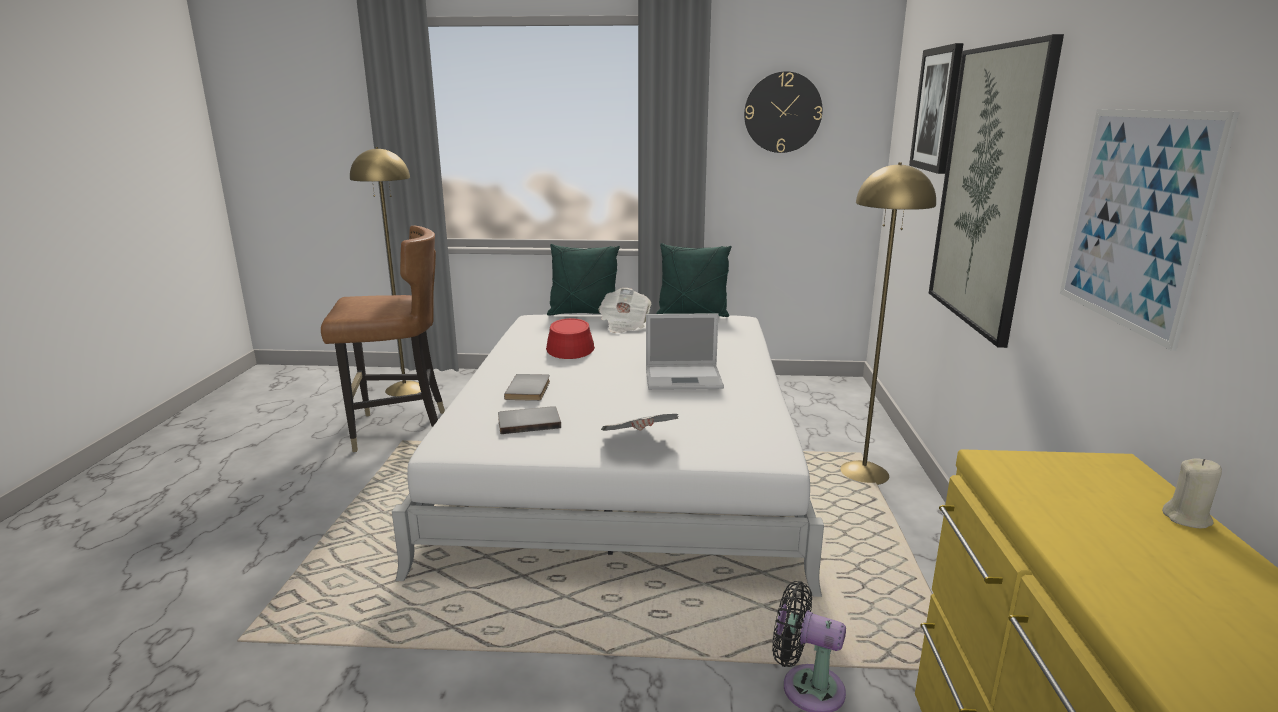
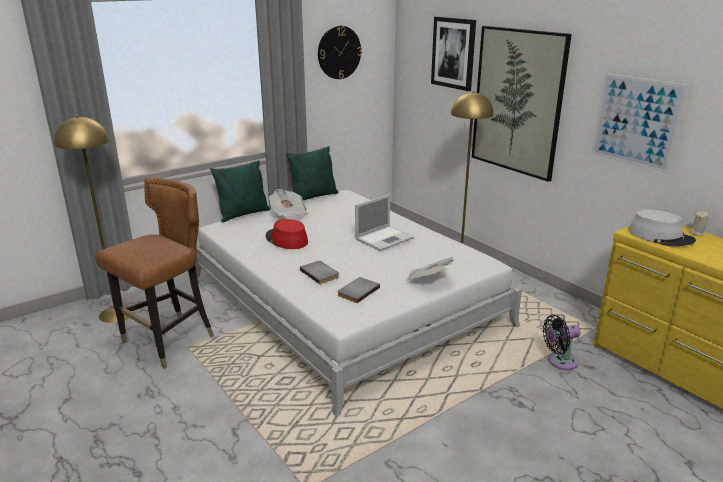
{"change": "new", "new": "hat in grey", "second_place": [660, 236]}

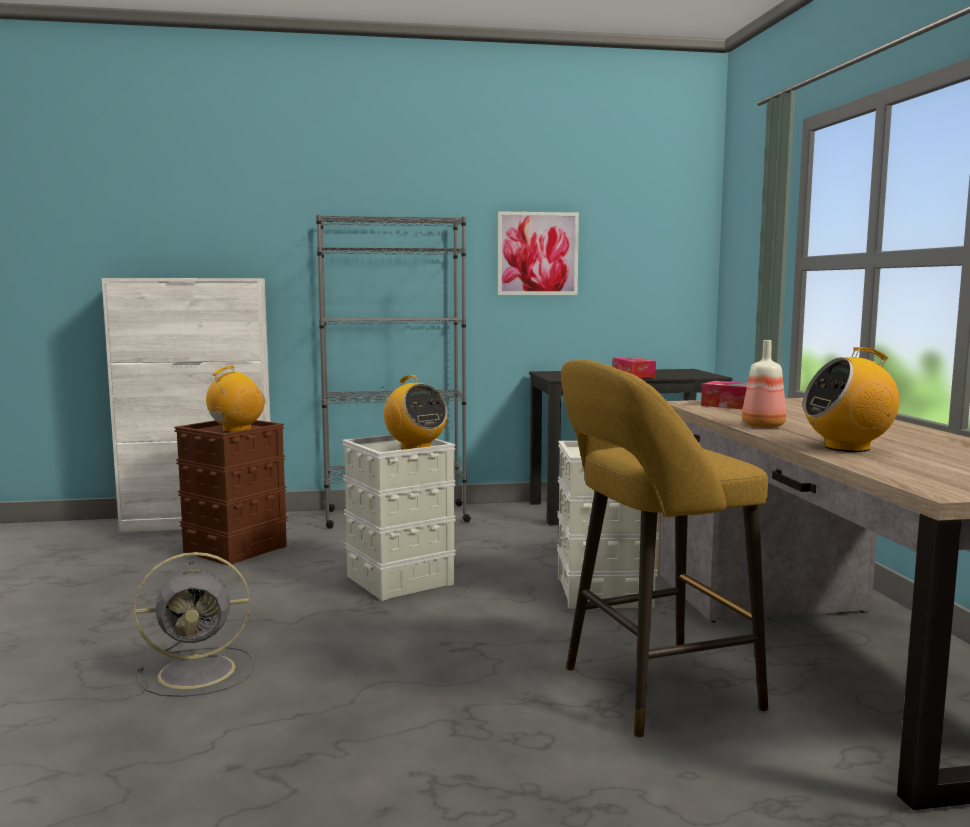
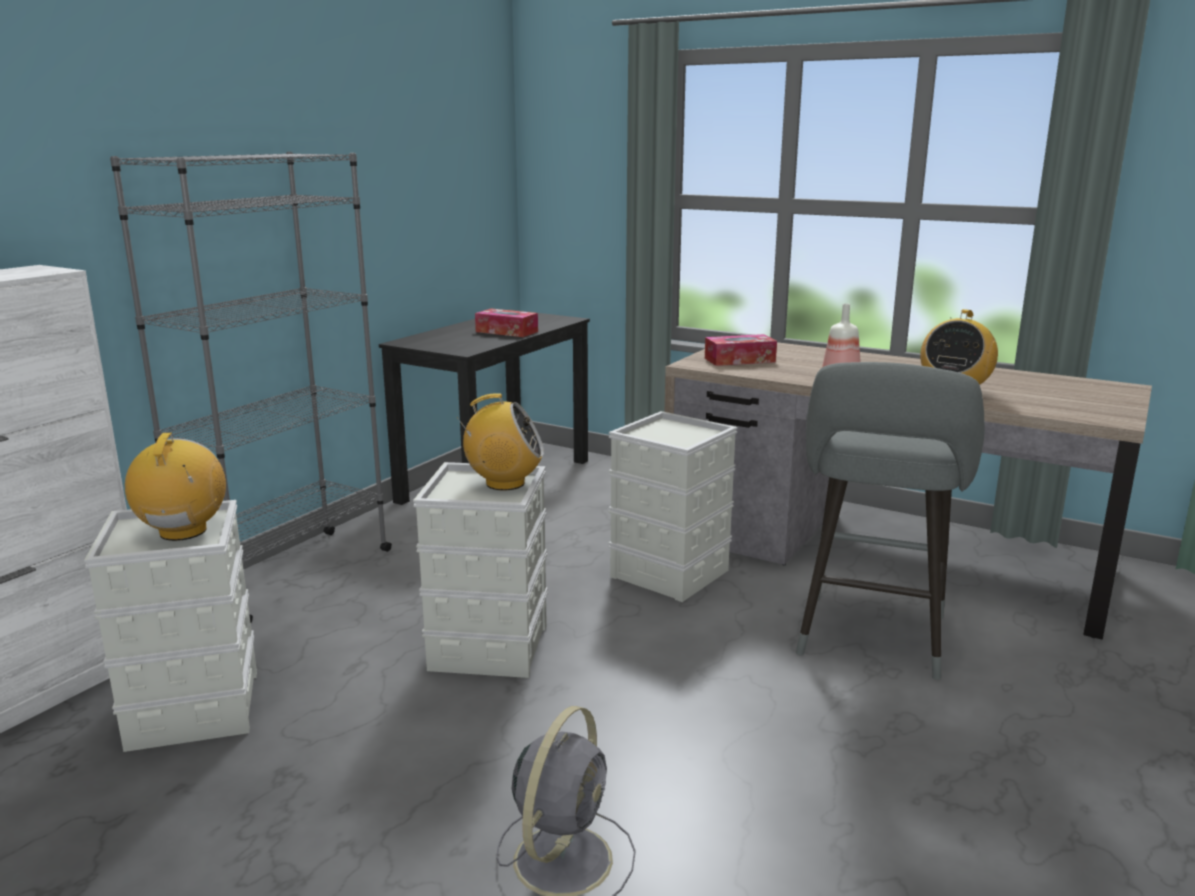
{"change": "gone", "old": "picture", "first_place": [537, 253]}
{"change": "repainted", "old": "stool in yellow", "new": "stool in grey", "first_place": [650, 690], "second_place": [870, 640]}
{"change": "repainted", "old": "storage box in brown", "new": "storage box in grey", "first_place": [235, 549], "second_place": [193, 708]}

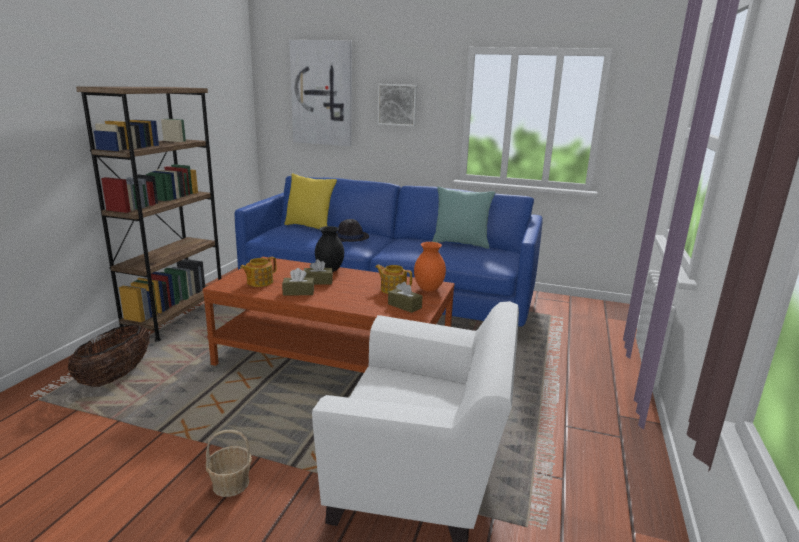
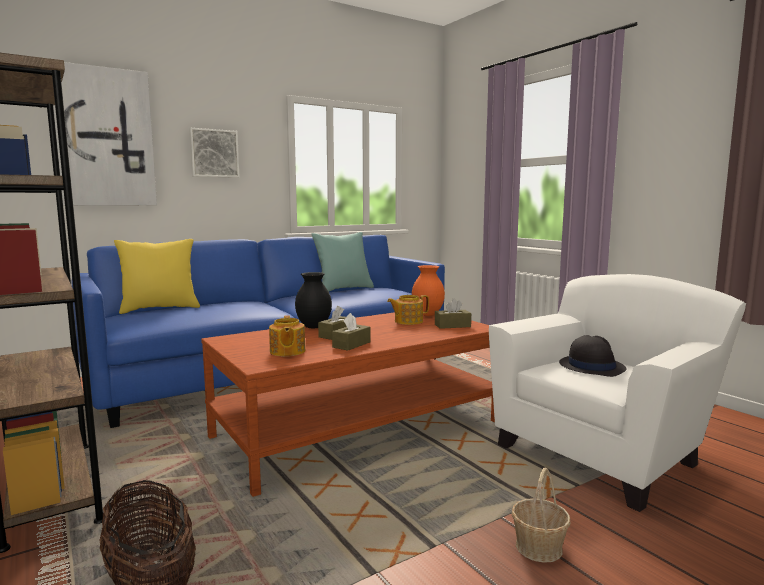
{"change": "shifted", "old": "hat in black", "first_place": [351, 237], "second_place": [591, 366]}

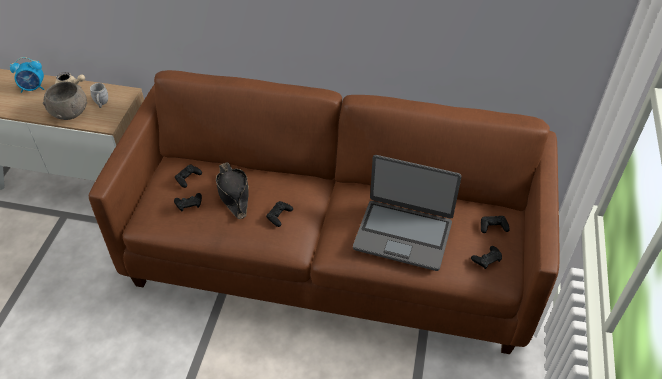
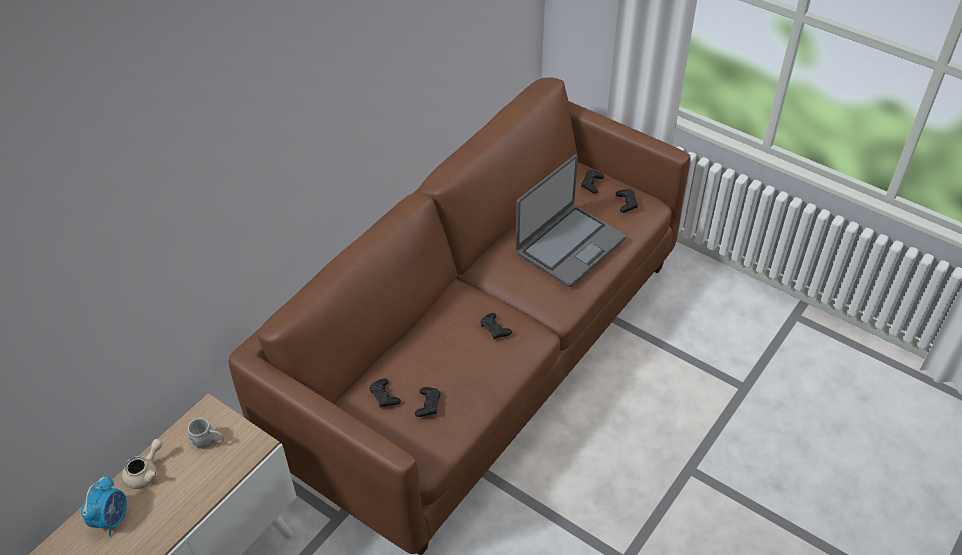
{"change": "gone", "old": "bowl in grey", "first_place": [70, 112]}
{"change": "gone", "old": "hat in black", "first_place": [233, 194]}

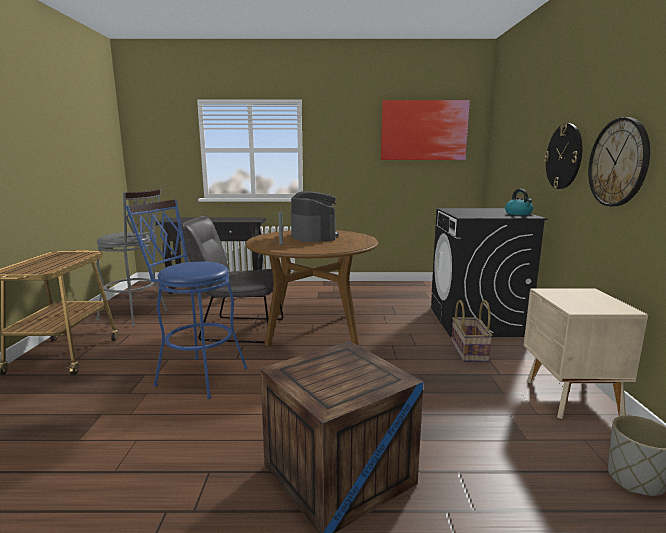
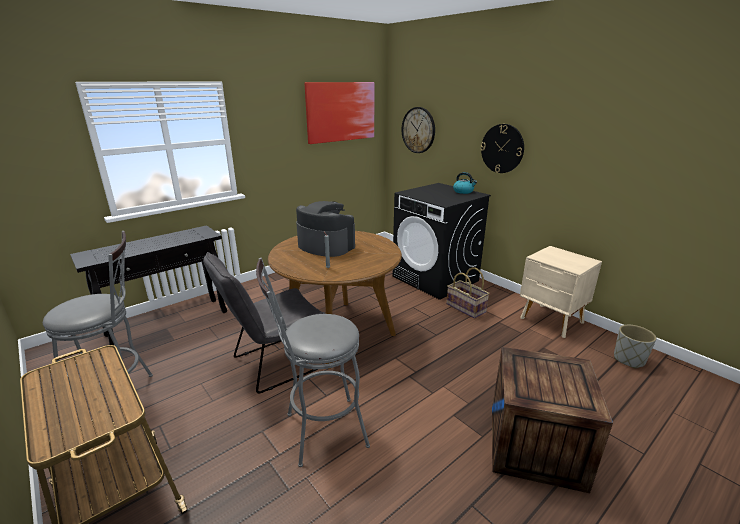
{"change": "shifted", "old": "wall clock", "first_place": [618, 162], "second_place": [418, 130]}
{"change": "repainted", "old": "stool in blue", "new": "stool in grey", "first_place": [196, 374], "second_place": [318, 431]}

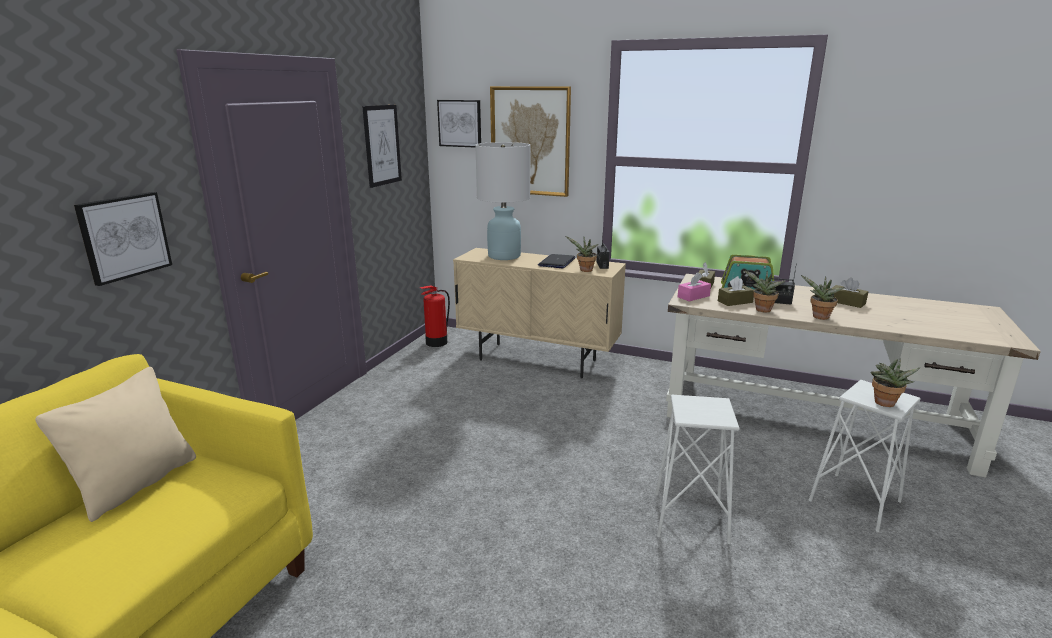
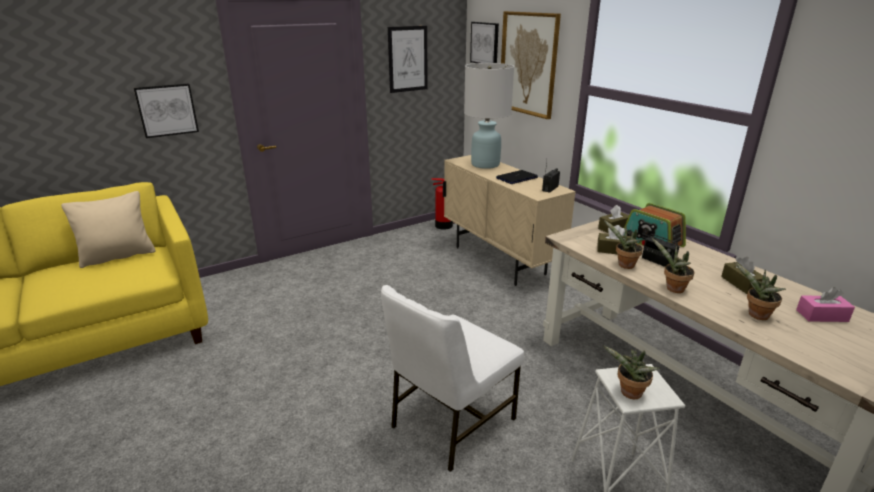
{"change": "shifted", "old": "potted plant", "first_place": [584, 270], "second_place": [755, 315]}
{"change": "shifted", "old": "tissue box in pink", "first_place": [693, 296], "second_place": [822, 316]}
{"change": "swapped", "old": "stool in white", "new": "chair in white", "first_place": [689, 517], "second_place": [450, 422]}

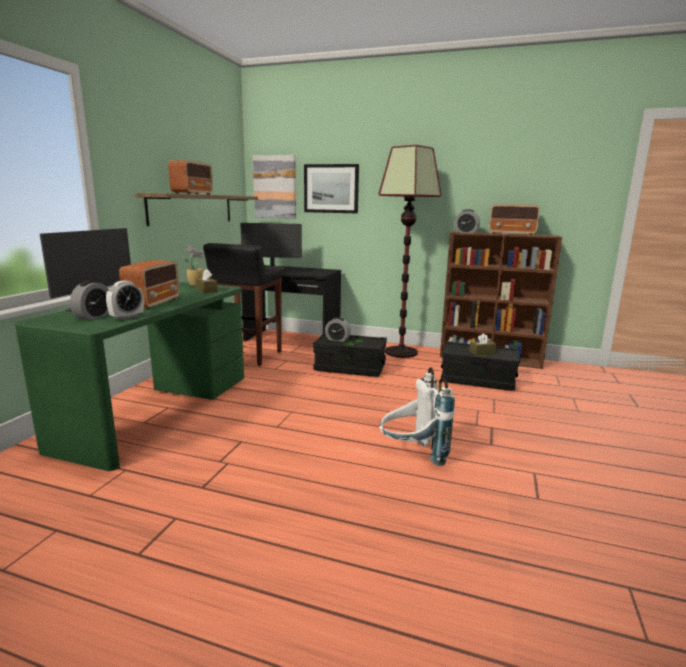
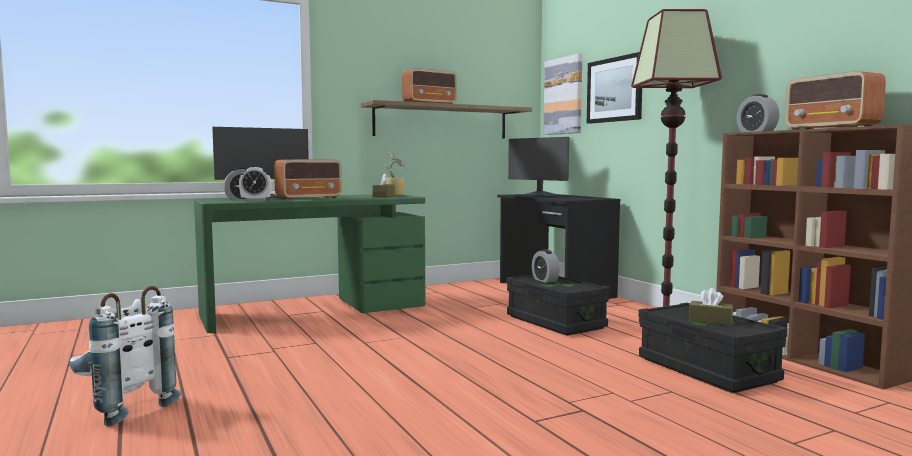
{"change": "gone", "old": "stool in black", "first_place": [248, 356]}
{"change": "shifted", "old": "backpack in white", "first_place": [412, 455], "second_place": [121, 408]}

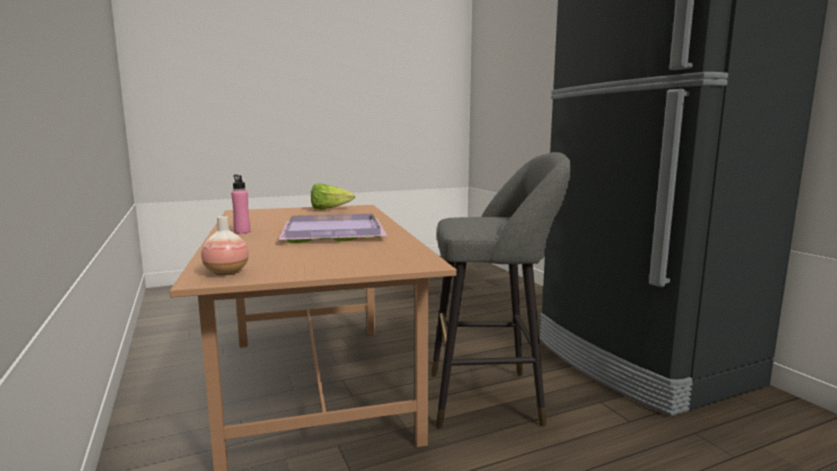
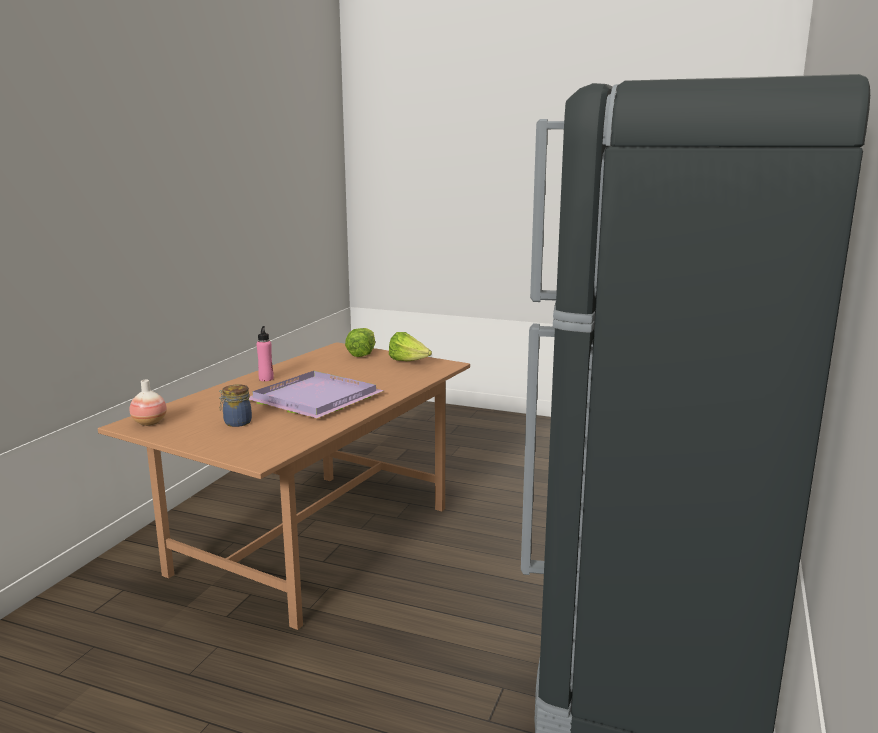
{"change": "gone", "old": "stool in grey", "first_place": [492, 397]}
{"change": "new", "new": "lettuce", "second_place": [362, 353]}
{"change": "new", "new": "jar", "second_place": [236, 422]}

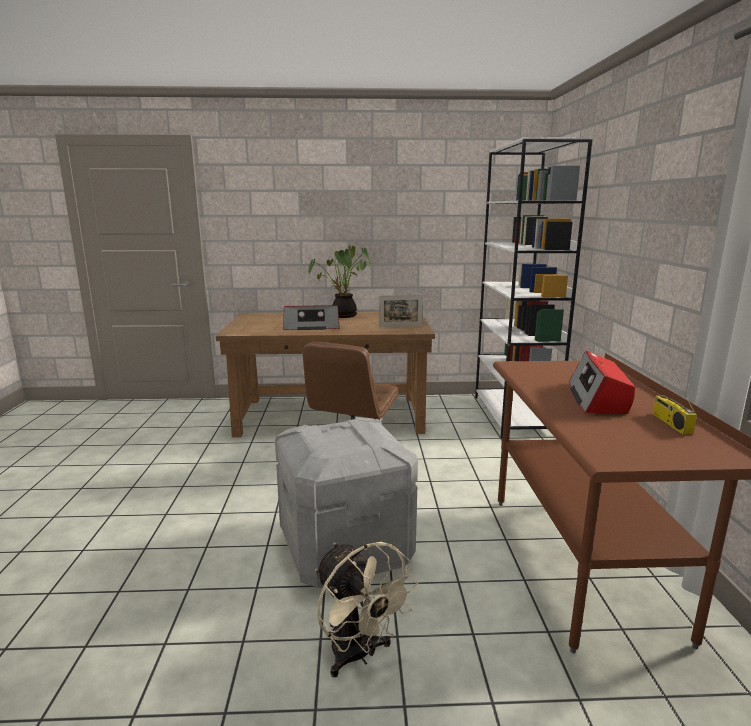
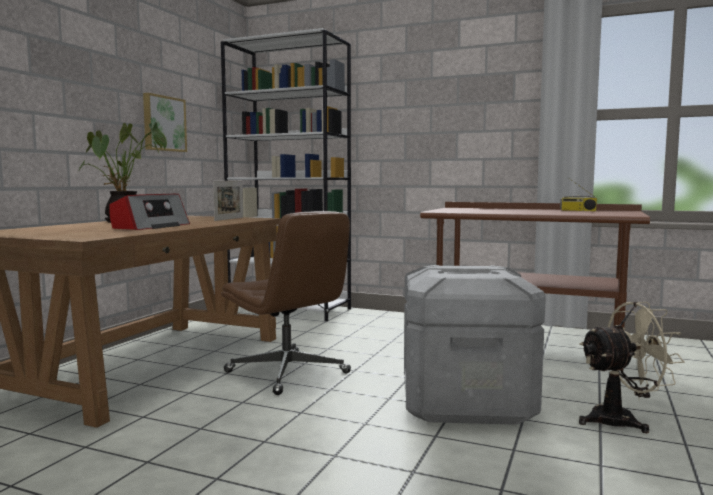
{"change": "gone", "old": "radio", "first_place": [597, 398]}
{"change": "new", "new": "picture", "second_place": [163, 123]}

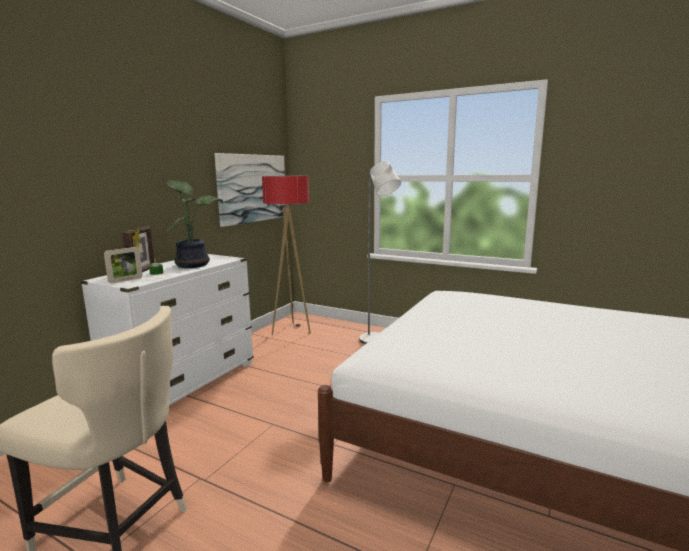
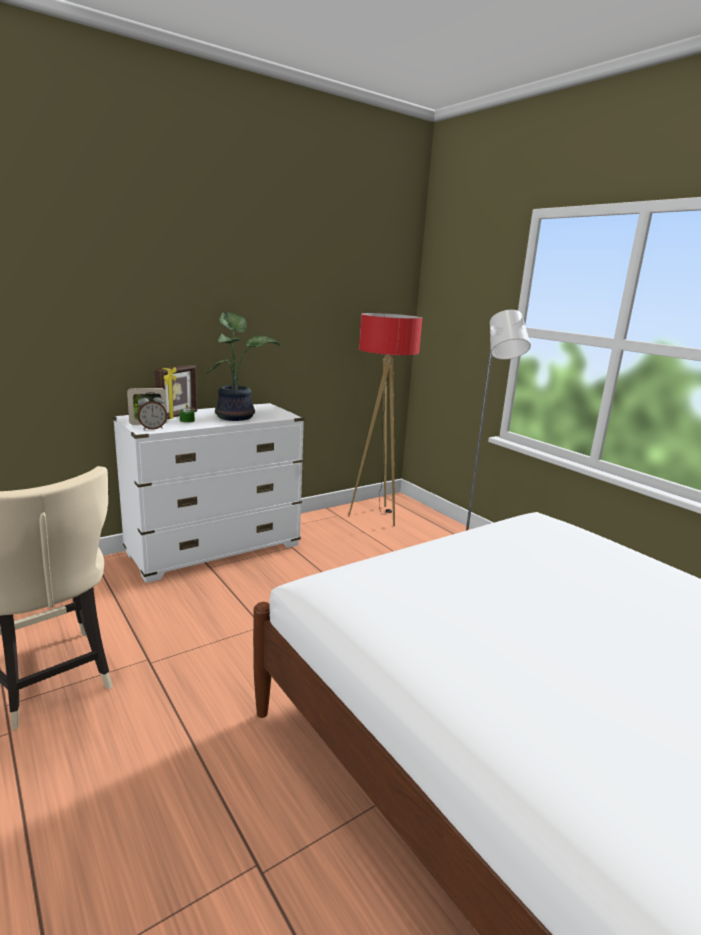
{"change": "gone", "old": "picture", "first_place": [252, 188]}
{"change": "new", "new": "alarm clock", "second_place": [152, 428]}

